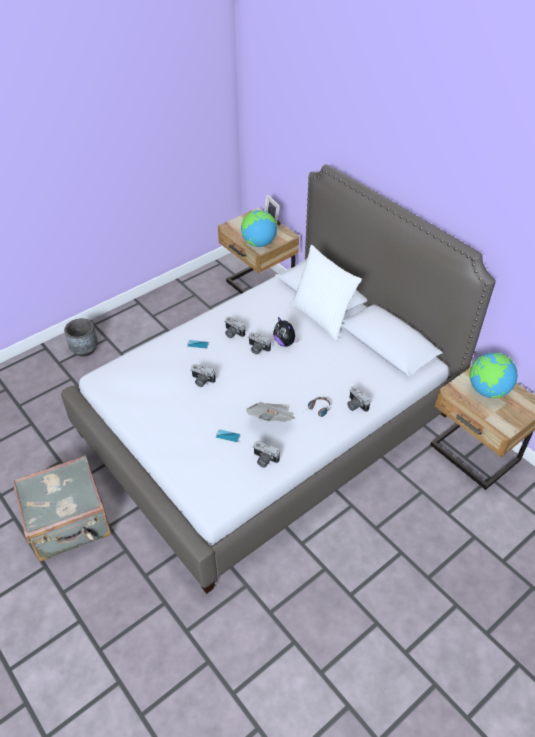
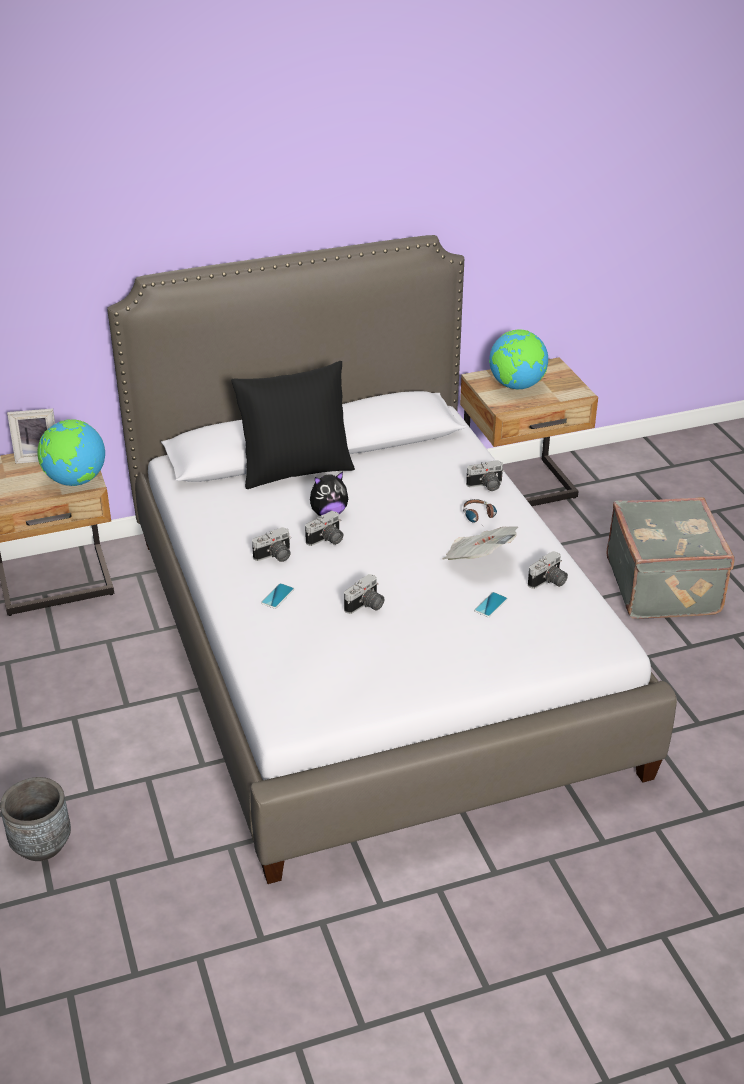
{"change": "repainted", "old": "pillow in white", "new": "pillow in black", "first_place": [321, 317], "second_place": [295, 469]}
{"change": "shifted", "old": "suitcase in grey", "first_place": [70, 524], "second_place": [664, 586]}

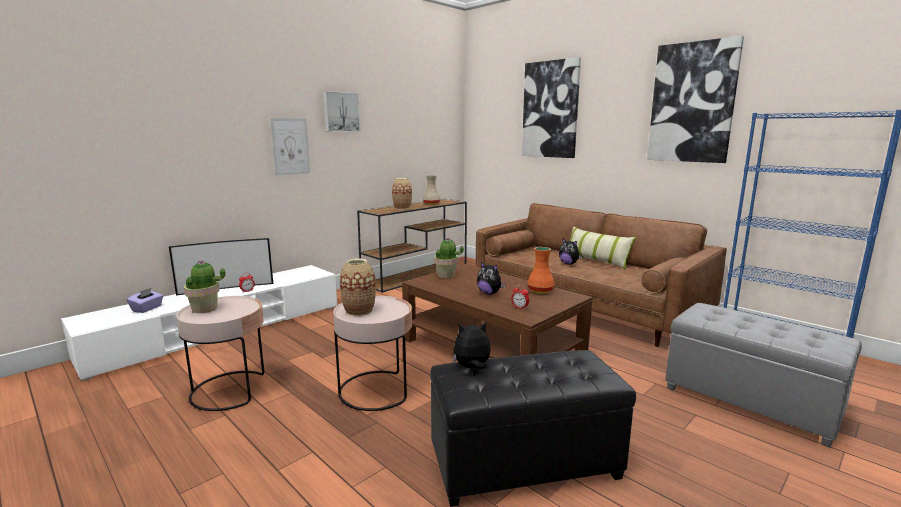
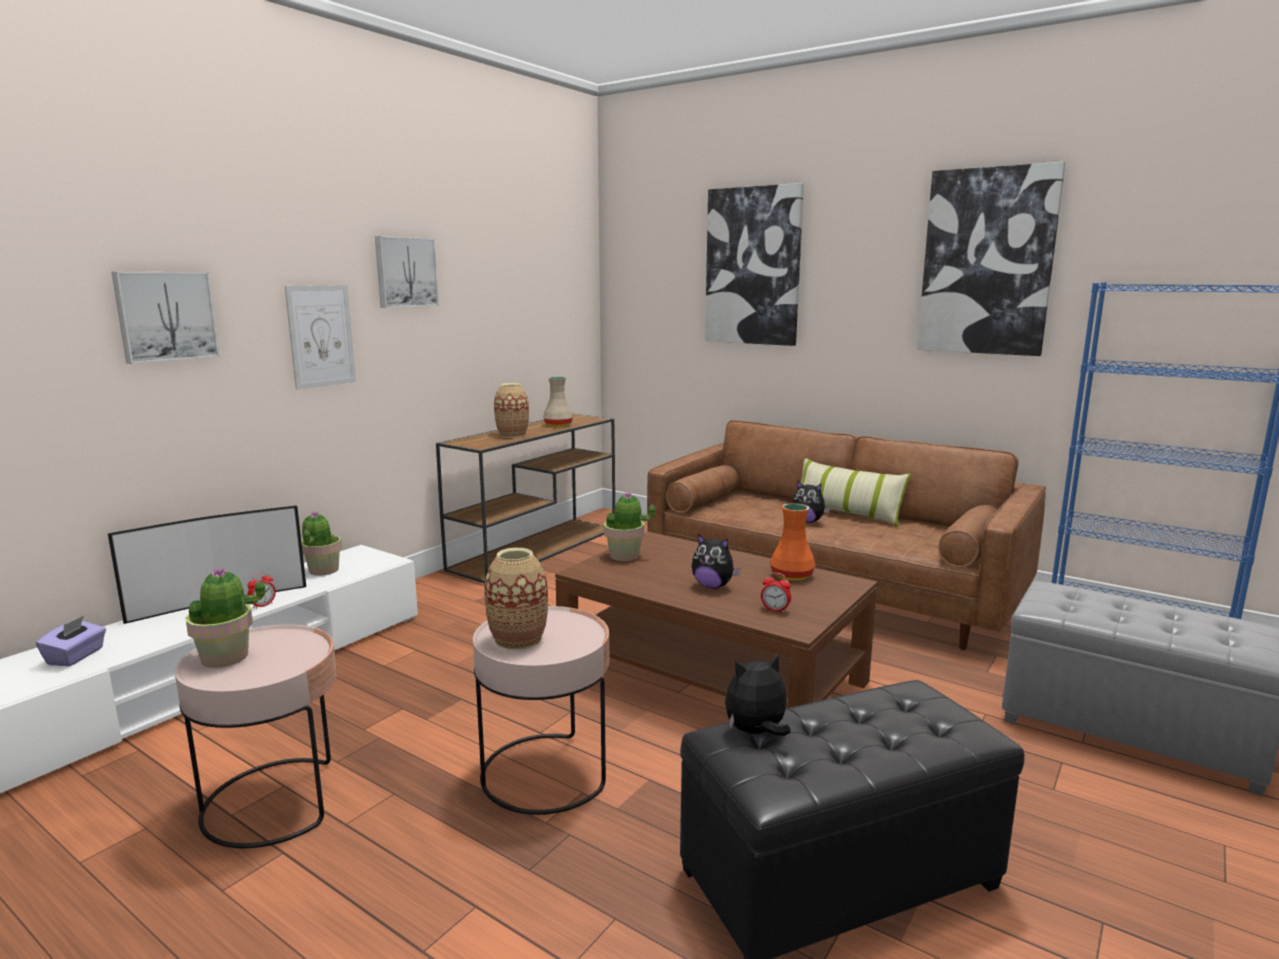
{"change": "new", "new": "picture", "second_place": [165, 316]}
{"change": "new", "new": "potted plant", "second_place": [323, 570]}

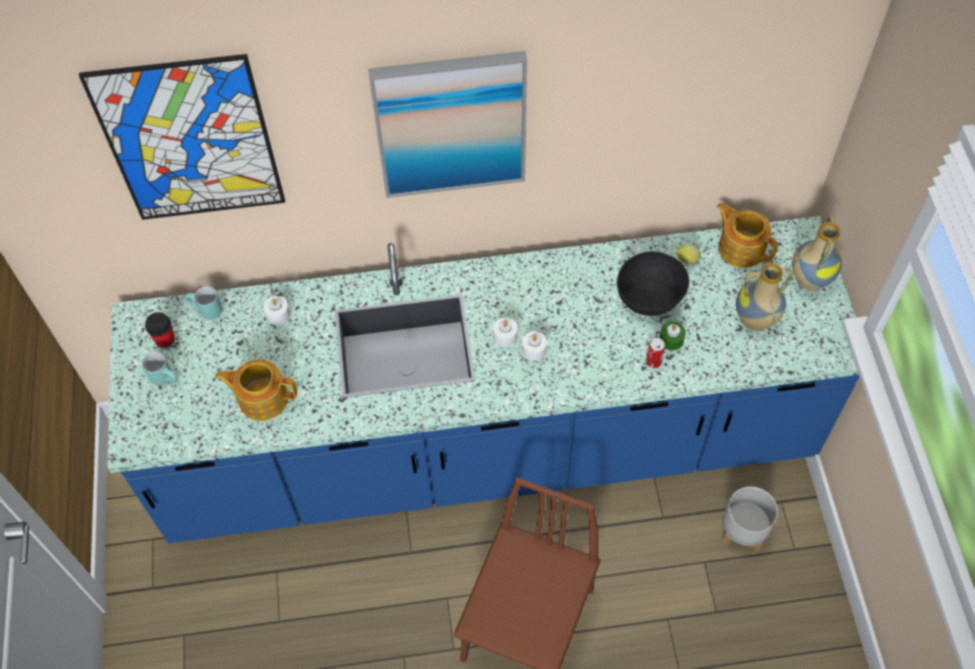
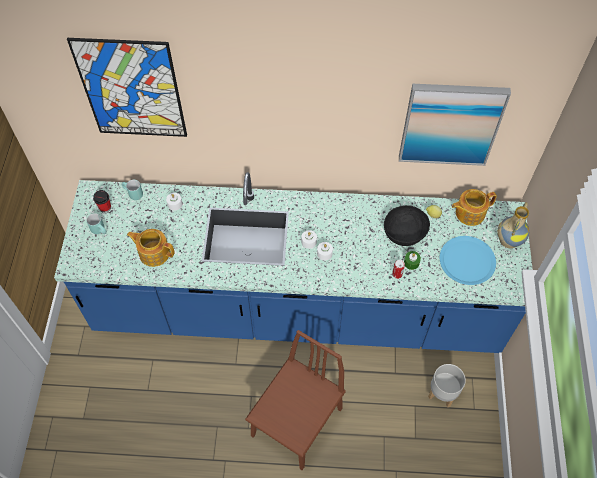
{"change": "shifted", "old": "picture", "first_place": [451, 124], "second_place": [450, 124]}
{"change": "rotated", "old": "teapot", "first_place": [741, 247], "second_place": [469, 213], "degrees": -75}
{"change": "swapped", "old": "vase", "new": "plate in blue", "first_place": [755, 321], "second_place": [467, 261]}

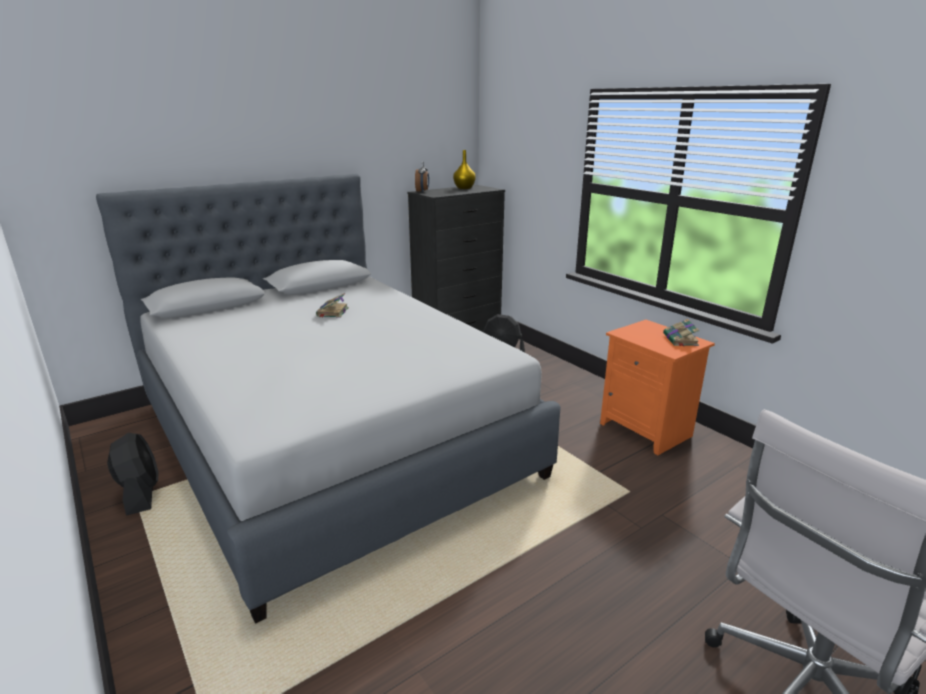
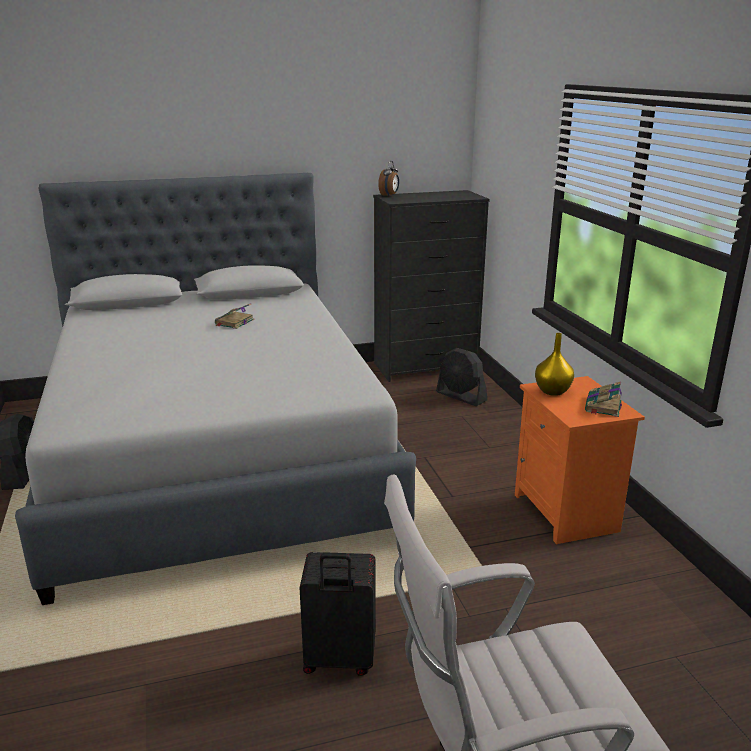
{"change": "shifted", "old": "vase in yellow", "first_place": [464, 188], "second_place": [552, 391]}
{"change": "new", "new": "suitcase in black", "second_place": [339, 660]}

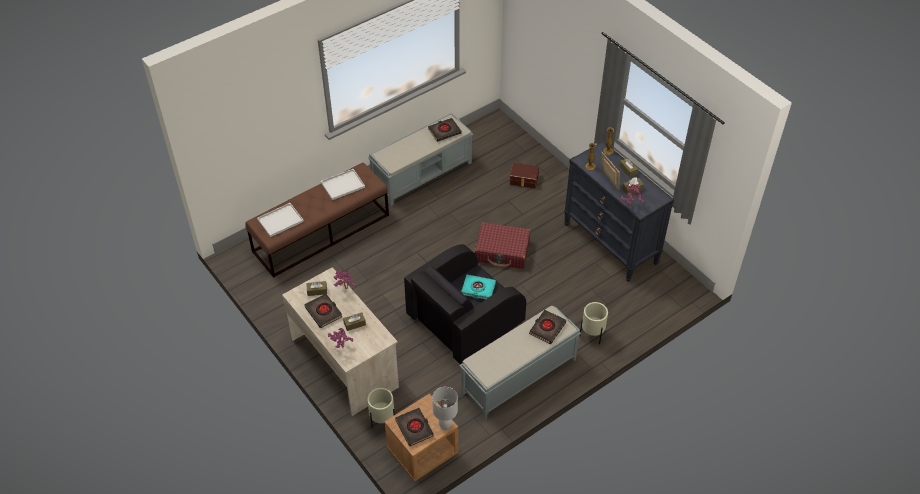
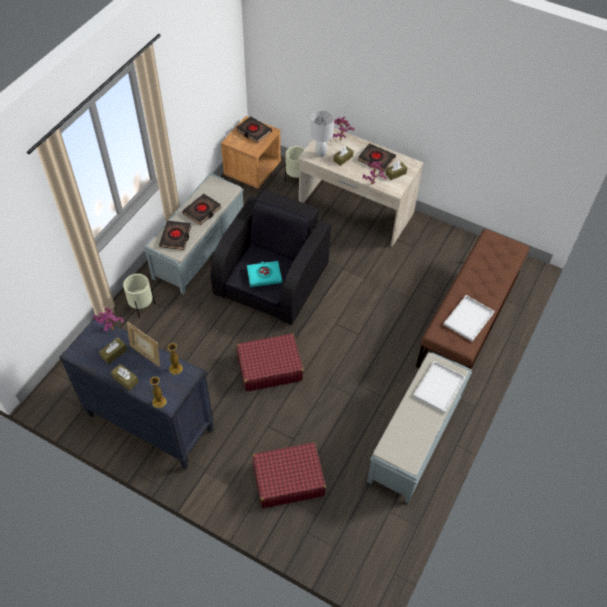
{"change": "shifted", "old": "book in black", "first_place": [444, 131], "second_place": [202, 211]}
{"change": "swapped", "old": "storage box in brown", "new": "suitcase in red", "first_place": [524, 180], "second_place": [288, 479]}
{"change": "shifted", "old": "tray in white", "first_place": [280, 221], "second_place": [439, 386]}
{"change": "shifted", "old": "table lamp in white", "first_place": [445, 425], "second_place": [320, 154]}

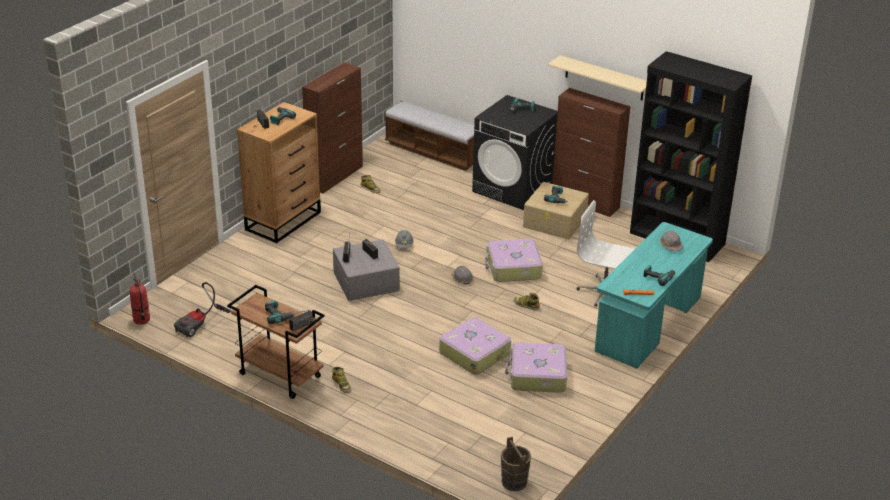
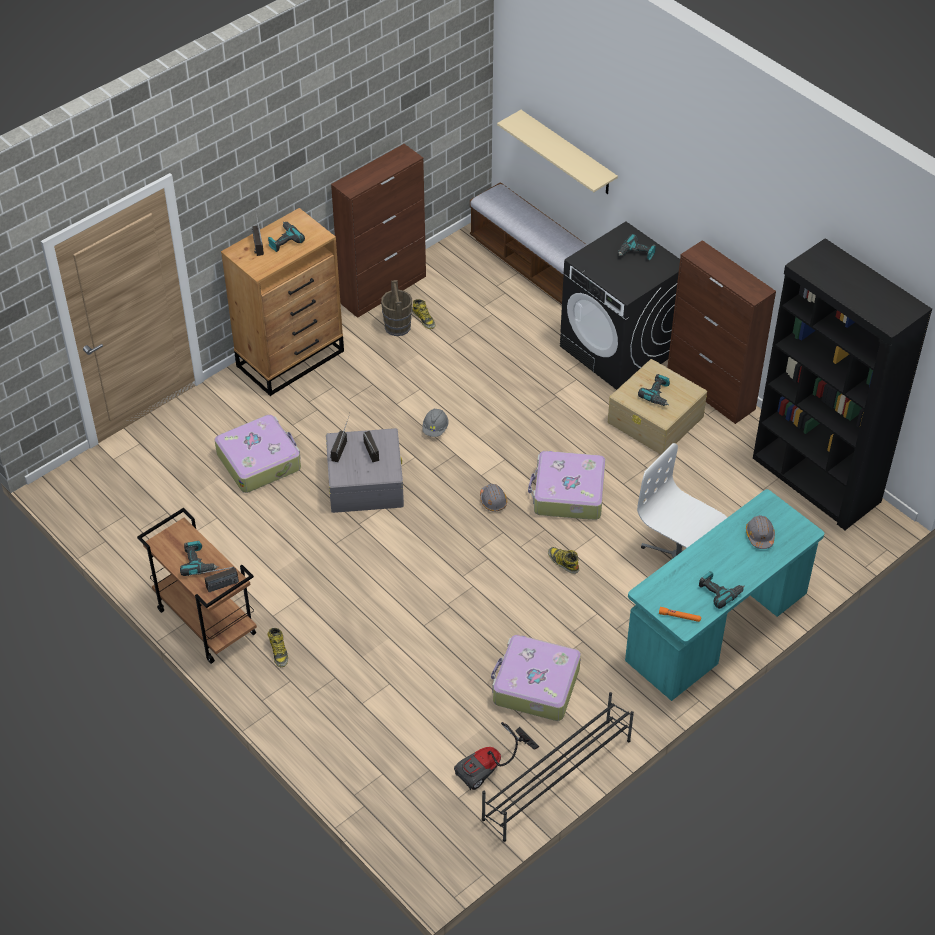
{"change": "shifted", "old": "shelf in beige", "first_place": [604, 78], "second_place": [568, 153]}
{"change": "gone", "old": "fire extinguisher", "first_place": [141, 320]}
{"change": "shifted", "old": "vacuum cleaner", "first_place": [200, 325], "second_place": [492, 767]}
{"change": "shifted", "old": "suitcase", "first_place": [475, 353], "second_place": [259, 461]}
{"change": "shifted", "old": "bucket in brown", "first_place": [514, 482], "second_place": [397, 327]}
{"change": "new", "new": "shoe rack in black", "second_place": [556, 779]}

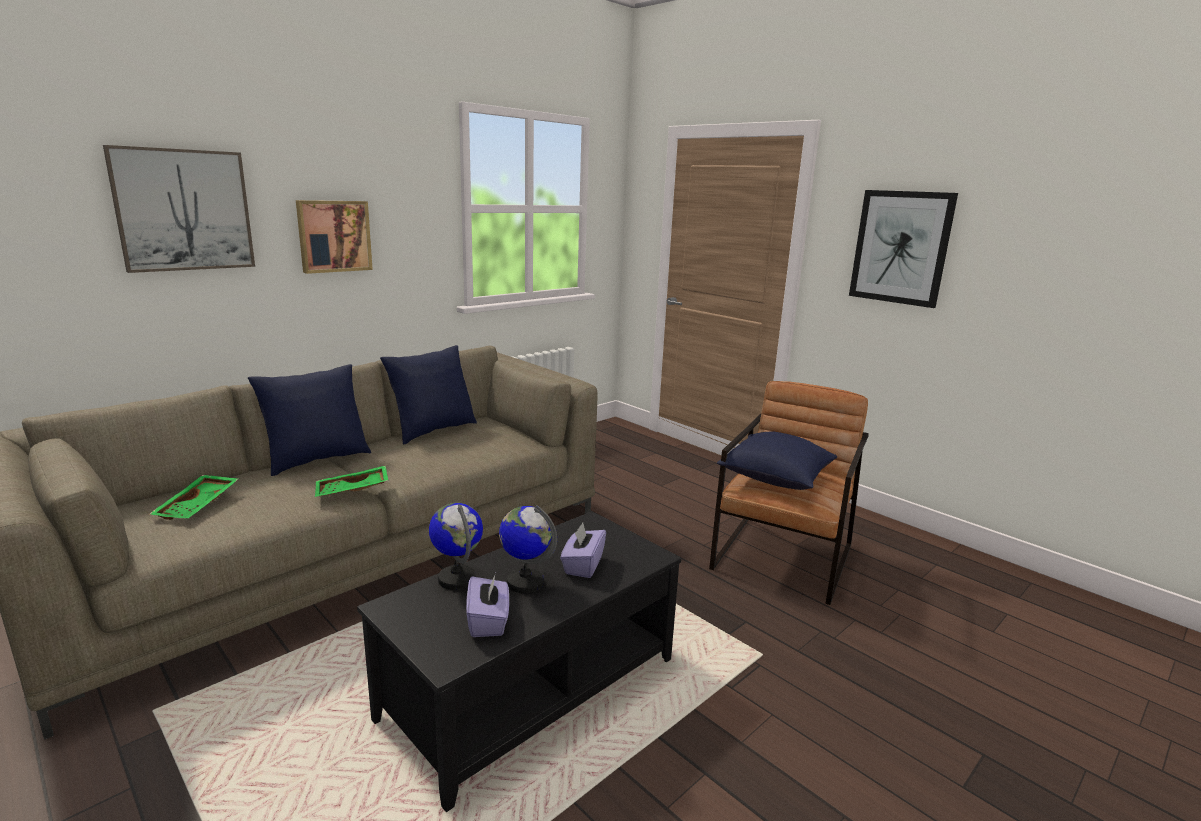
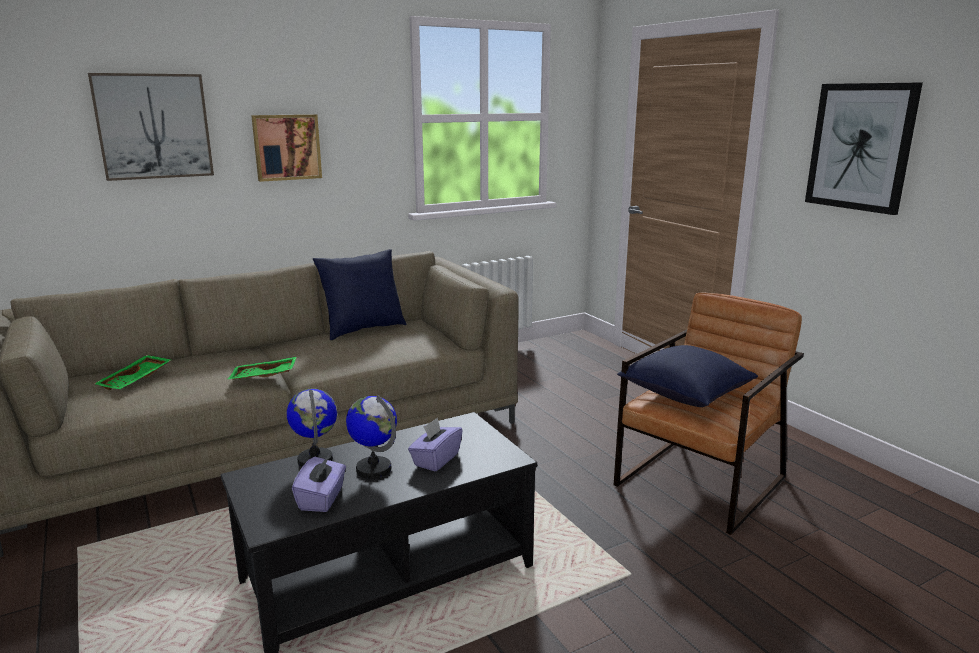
{"change": "gone", "old": "pillow in blue", "first_place": [317, 460]}

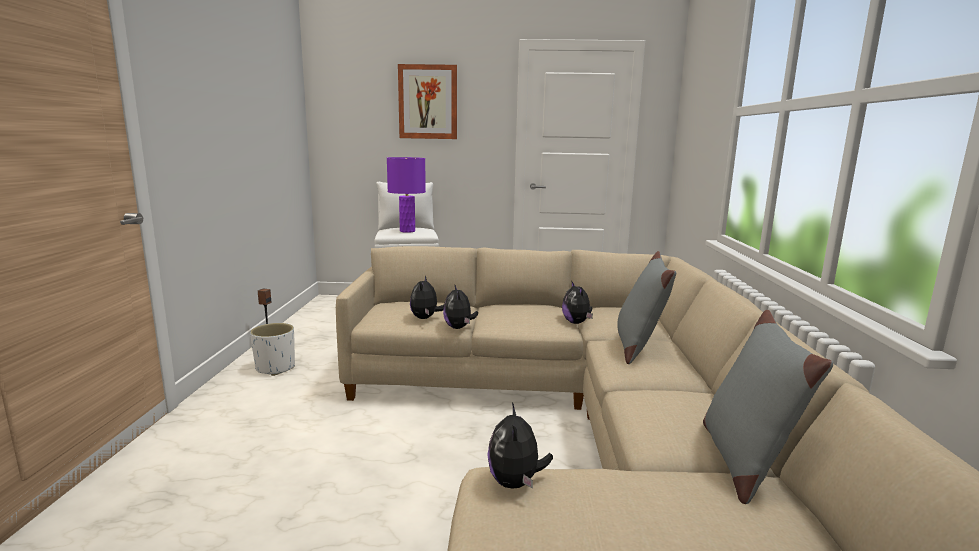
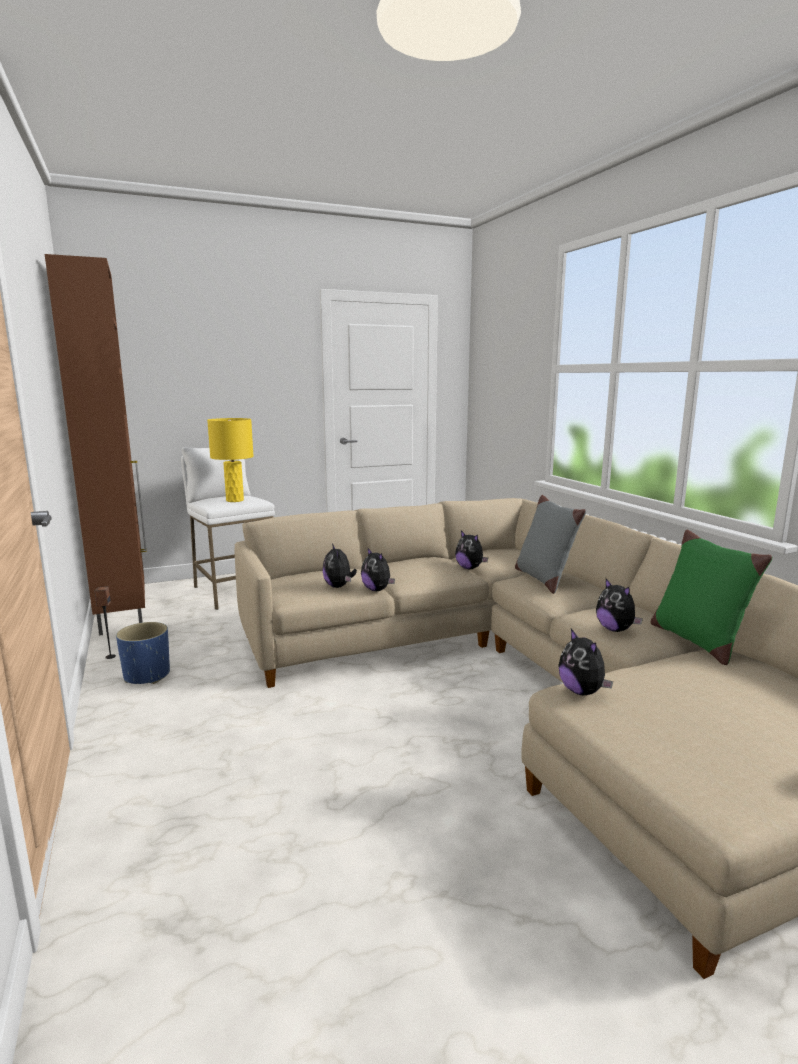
{"change": "gone", "old": "picture", "first_place": [428, 102]}
{"change": "repainted", "old": "table lamp in purple", "new": "table lamp in yellow", "first_place": [407, 231], "second_place": [235, 500]}
{"change": "repainted", "old": "pillow in grey", "new": "pillow in green", "first_place": [744, 461], "second_place": [697, 641]}
{"change": "repainted", "old": "planter in white", "new": "planter in blue", "first_place": [276, 368], "second_place": [147, 675]}
{"change": "new", "new": "cabinet in brown", "second_place": [123, 614]}
{"change": "new", "new": "plush toy", "second_place": [615, 629]}

